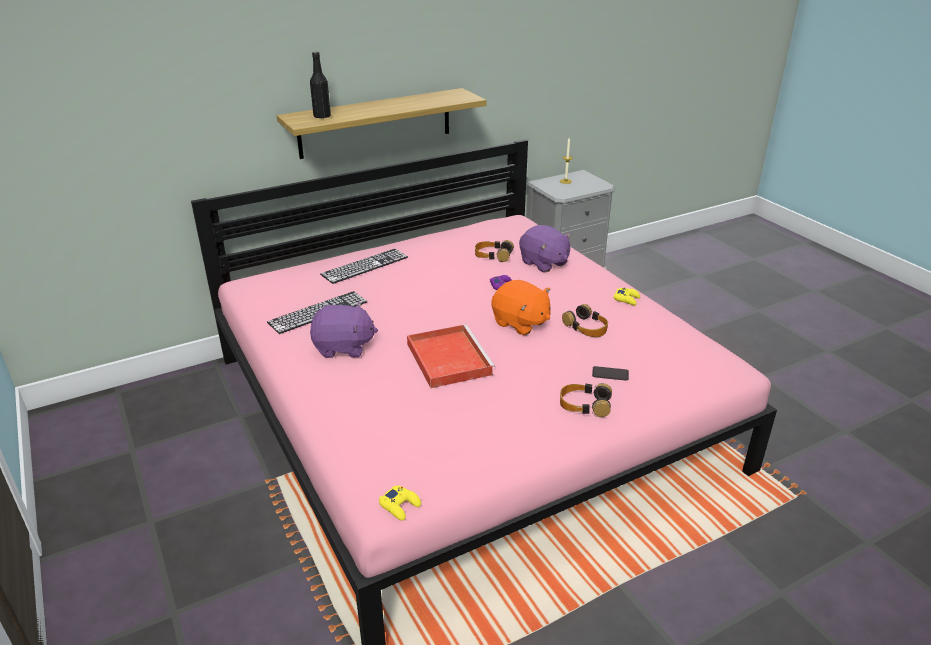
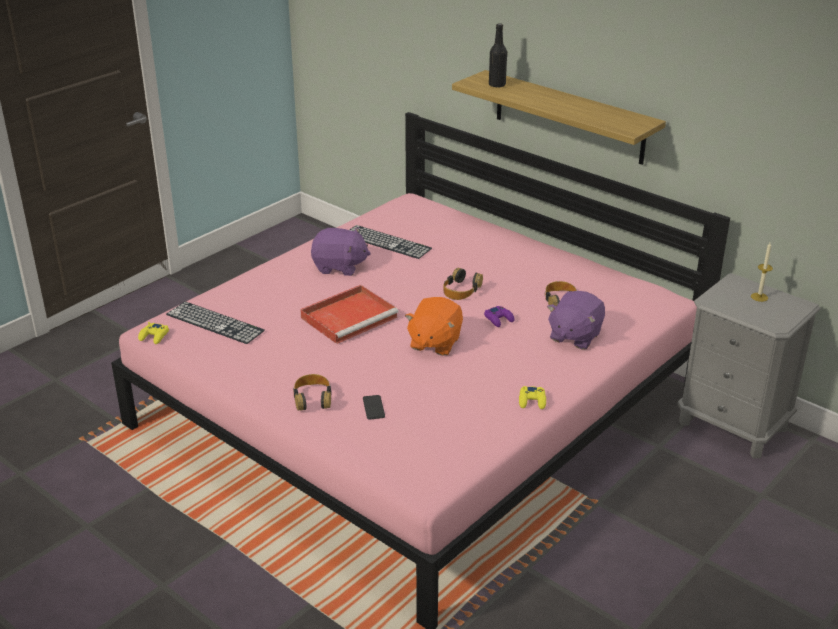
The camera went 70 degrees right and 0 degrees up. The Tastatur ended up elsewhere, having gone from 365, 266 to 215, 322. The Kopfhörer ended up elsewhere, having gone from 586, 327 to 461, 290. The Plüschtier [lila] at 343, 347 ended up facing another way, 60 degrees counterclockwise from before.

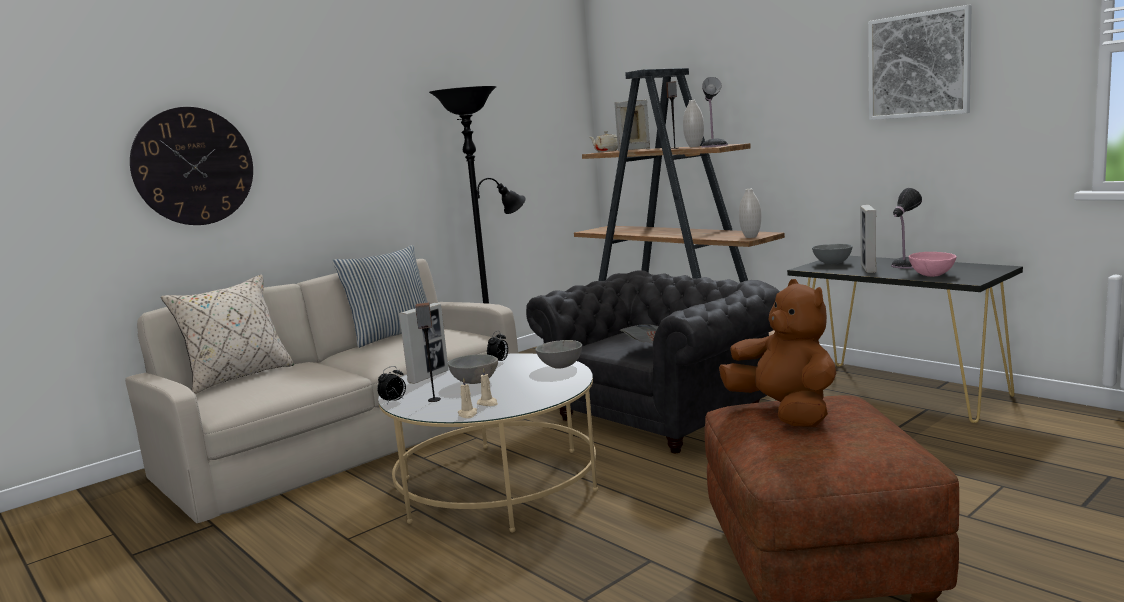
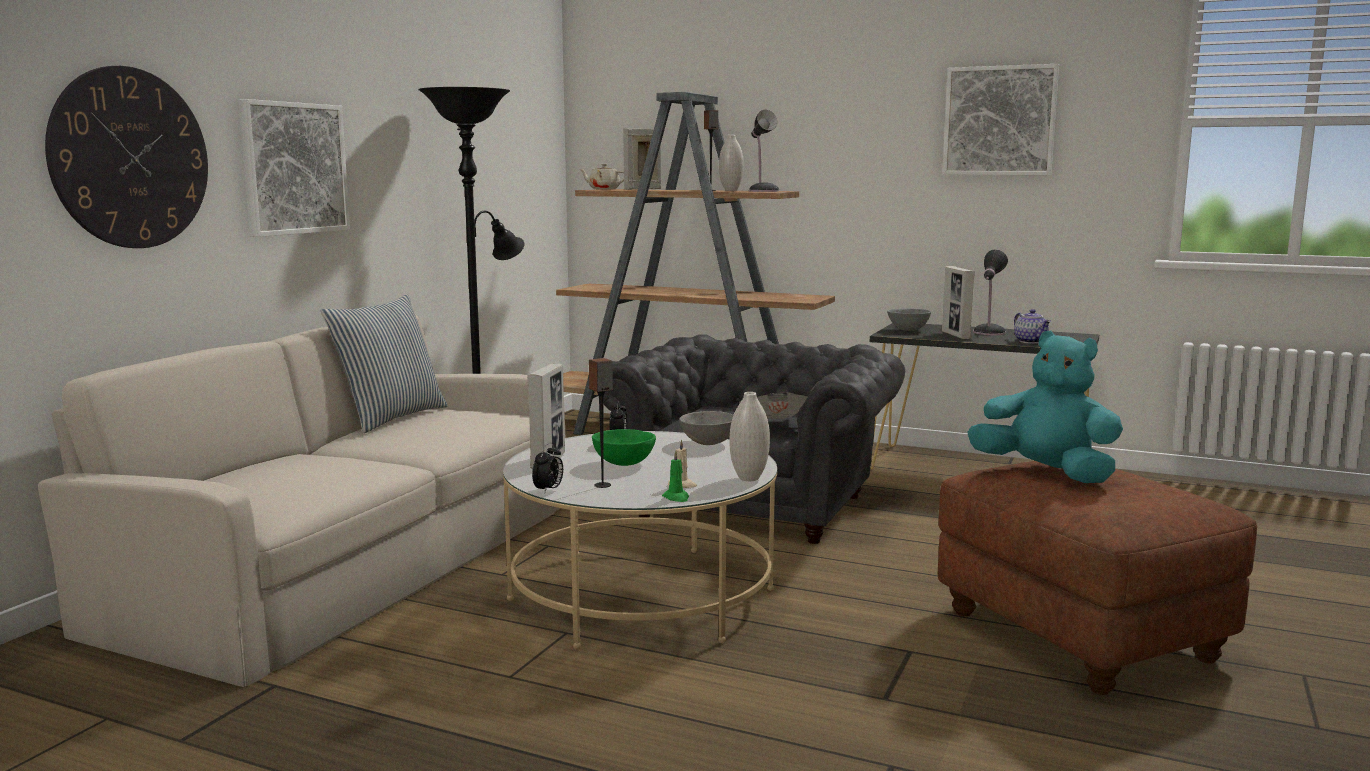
The camera went 25 degrees left and 0 degrees up. The second view lost the Kissen [beige] at 238, 377. The second view gained the Bild at 294, 168. The Vase [weiß] ended up elsewhere, having gone from 750, 237 to 749, 478. Where the Schüssel [rosa] stood at 932, 275, the Teekanne came to stand at 1031, 341. What was the Schüssel [grau] at 475, 382 turned into the Schüssel [grün] at 623, 463. What was the Kerze [beige] at 467, 414 turned into the Kerze [grün] at 676, 498. What was the Plüschtier [braun] at 785, 412 turned into the Plüschtier [türkis] at 1046, 473.

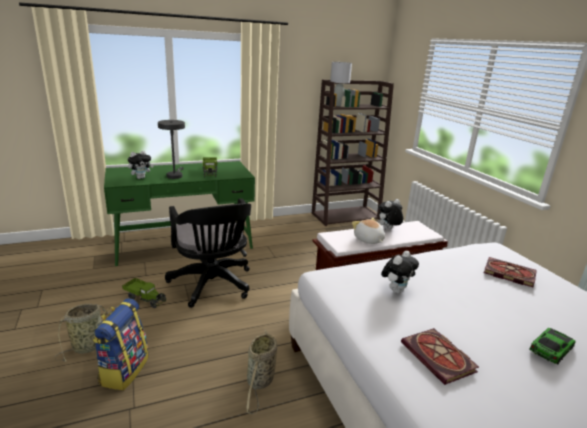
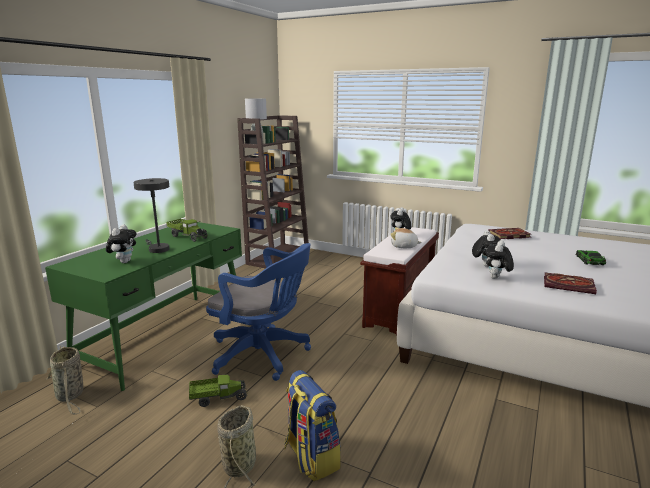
The camera went 40 degrees left and 5 degrees down. The second view gained the Plüschtier at 496, 278. The Korb ended up elsewhere, having gone from 260, 382 to 70, 396. What was the Bürostuhl [schwarz] at 212, 286 turned into the Bürostuhl [blau] at 263, 355.

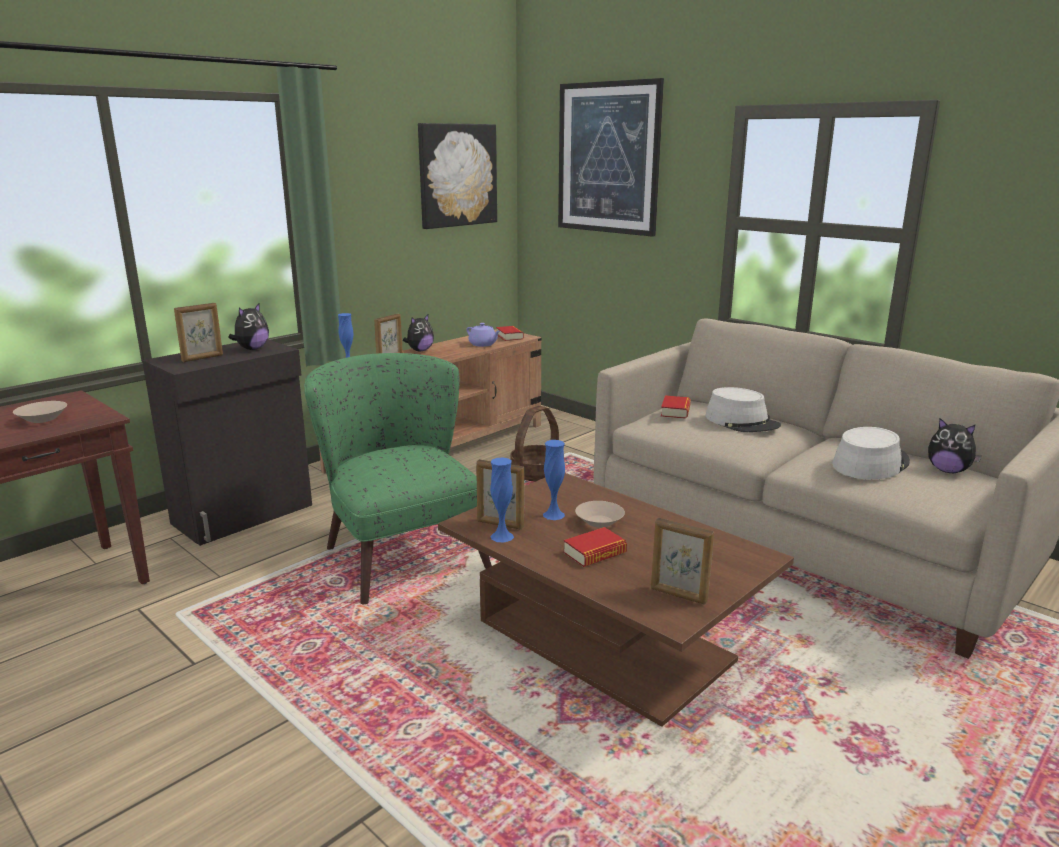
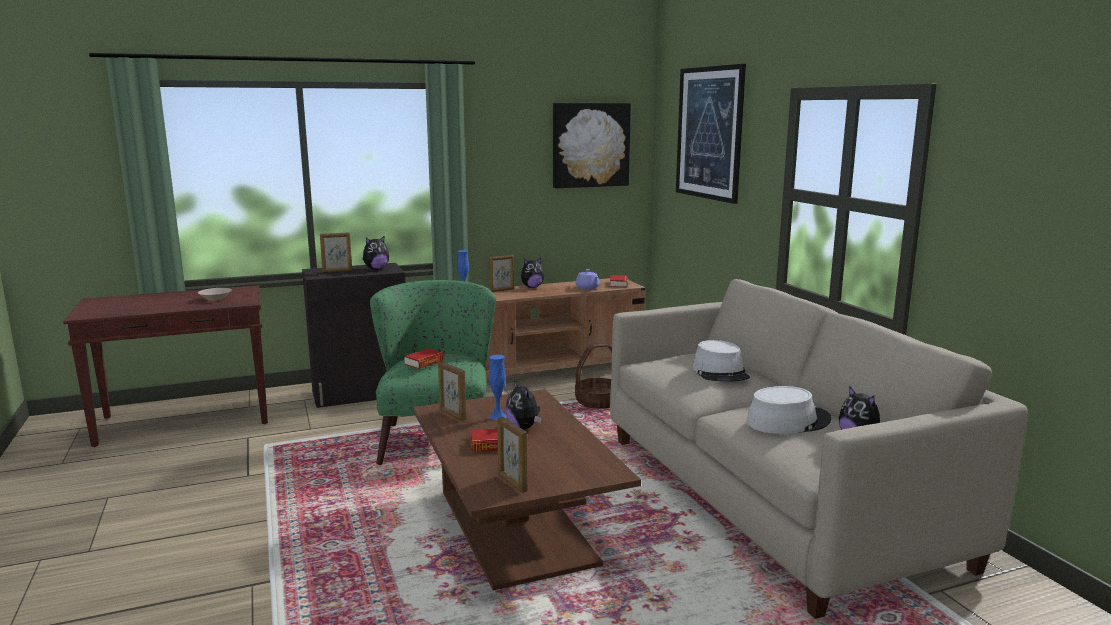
The camera went 25 degrees right and 5 degrees down. The second view lost the Vase [blau] at 502, 536. The Buch ended up elsewhere, having gone from 675, 411 to 424, 362. Where the Schüssel [beige] stood at 600, 523, the Plüschtier came to stand at 524, 427.

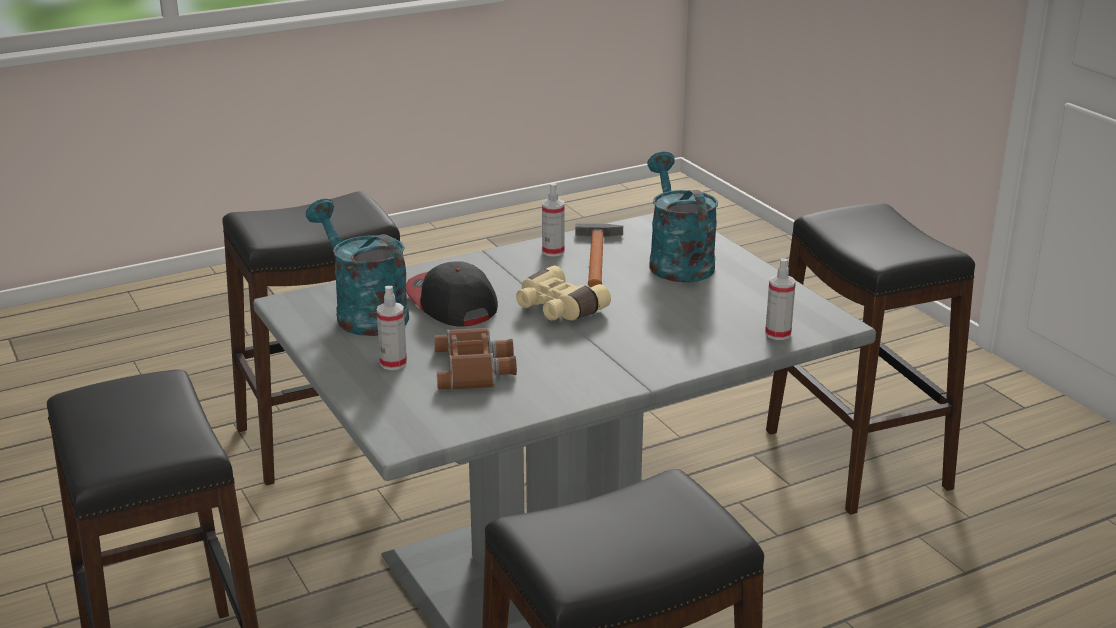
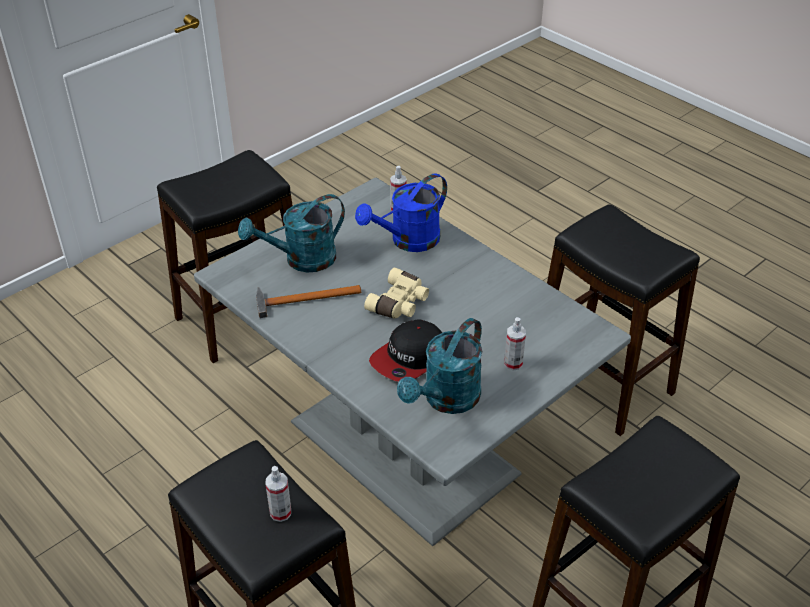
The camera went 105 degrees left and 15 degrees up. The second view lost the Fernglas [braun] at 476, 368. The second view gained the Gießkanne [blau] at 408, 241. The Sprühflasche ended up elsewhere, having gone from 553, 251 to 280, 512.

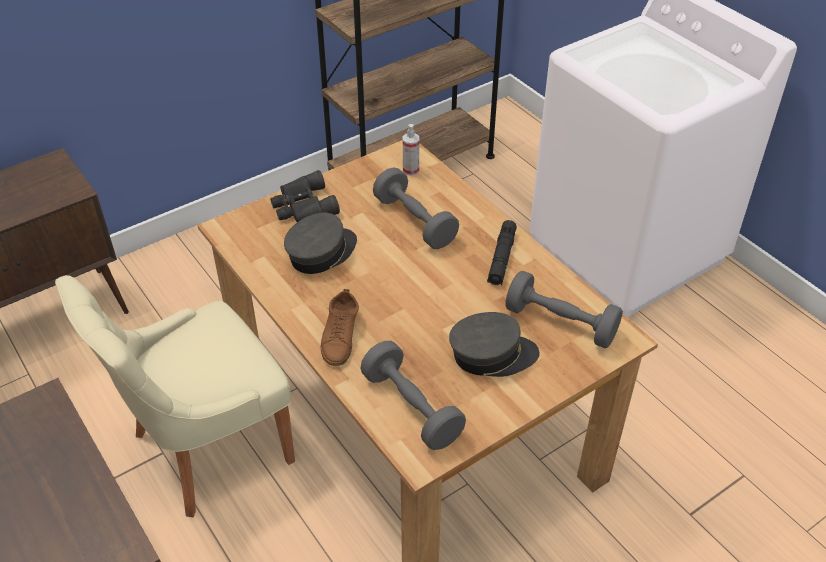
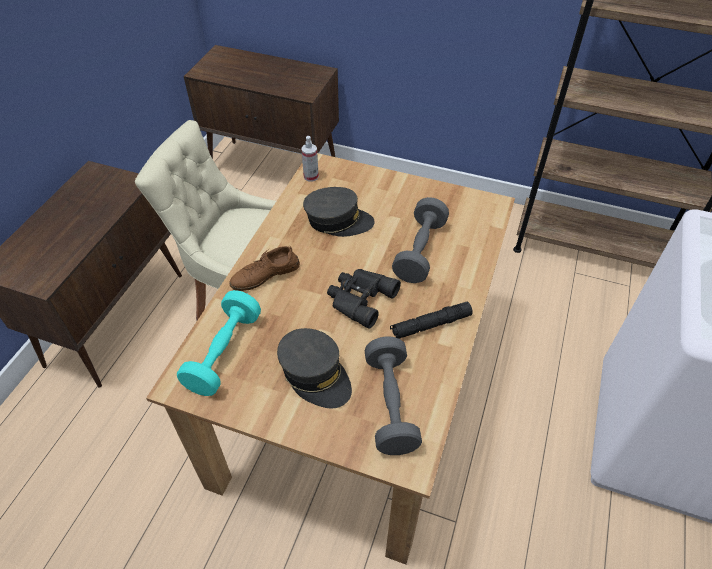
The camera went 55 degrees right and 5 degrees up. The Fernglas [schwarz] ended up elsewhere, having gone from 302, 206 to 359, 299. The Sprühflasche ended up elsewhere, having gone from 411, 170 to 311, 176. What was the Hantel [grau] at 411, 408 turned into the Hantel [türkis] at 224, 352.

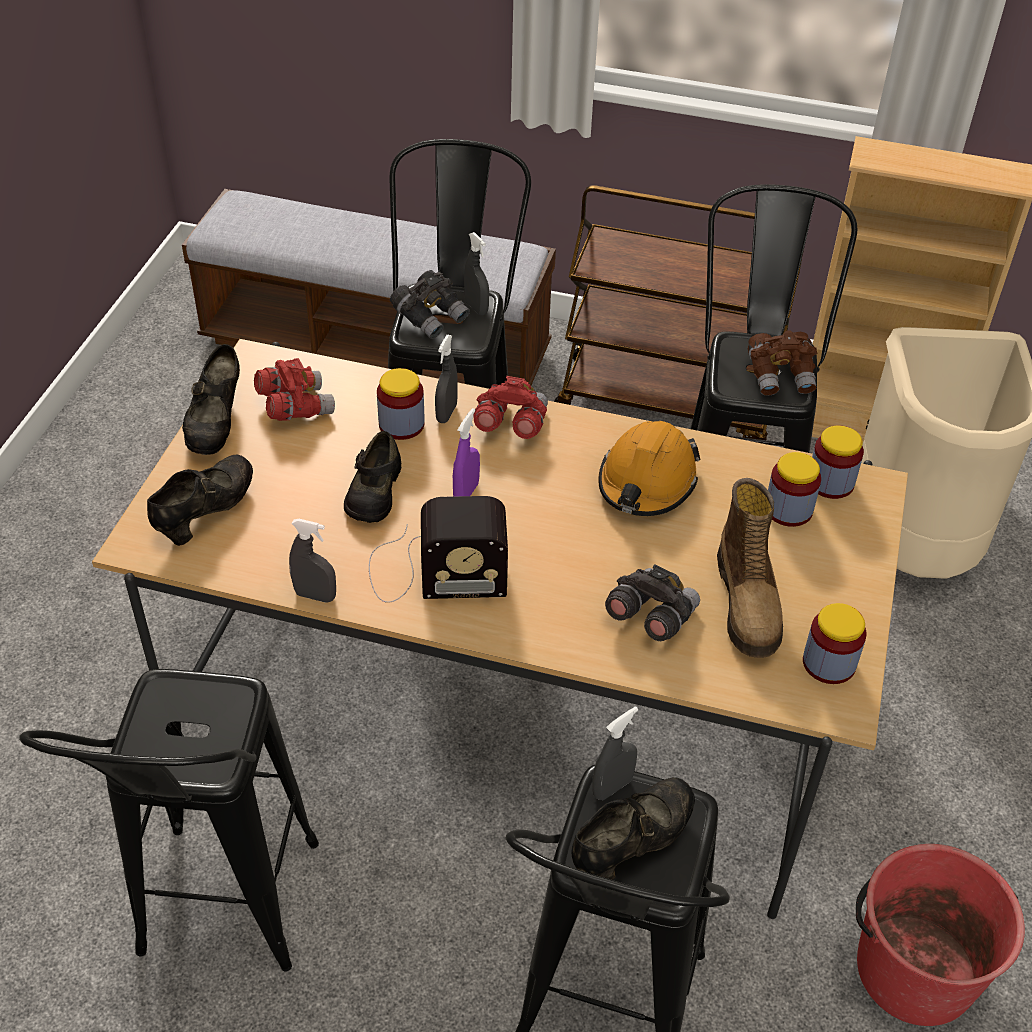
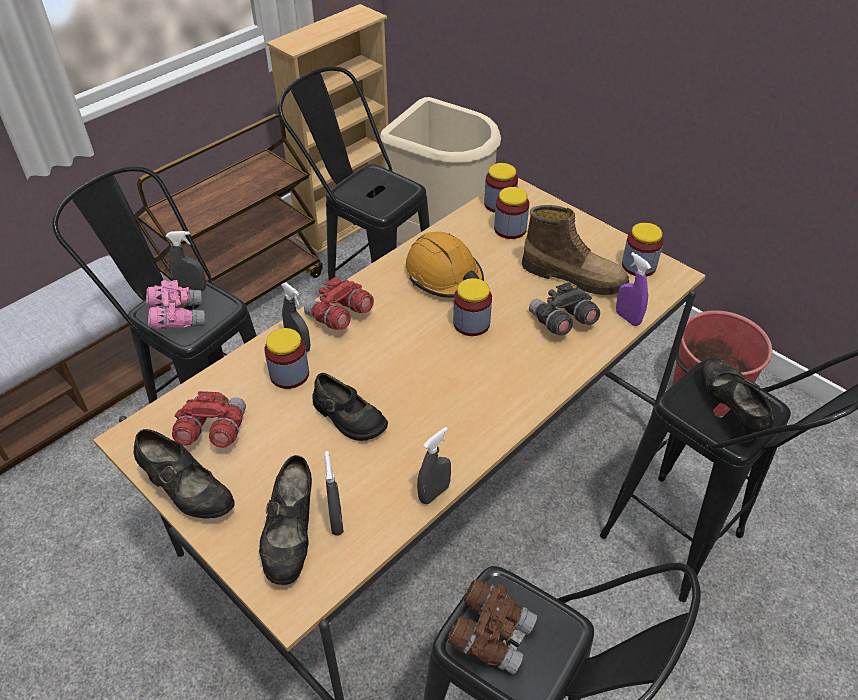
The camera went 60 degrees left and 0 degrees up. The second view lost the Radio at 433, 572. The second view gained the Vorratsglas at 471, 323. The Sprühflasche [lila] ended up elsewhere, having gone from 466, 493 to 627, 318. The Sprühflasche [grau] ended up elsewhere, having gone from 612, 787 to 336, 521. The Fernglas [braun] ended up elsewhere, having gone from 781, 376 to 491, 634. What was the Fernglas [grau] at 430, 317 turned into the Fernglas [rosa] at 177, 317. The Schuh [schwarz] at 206, 513 ended up facing another way, 150 degrees counterclockwise from before.

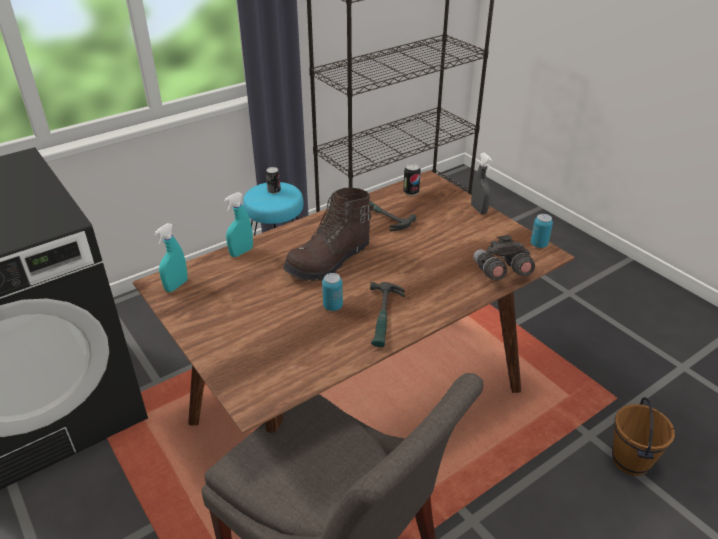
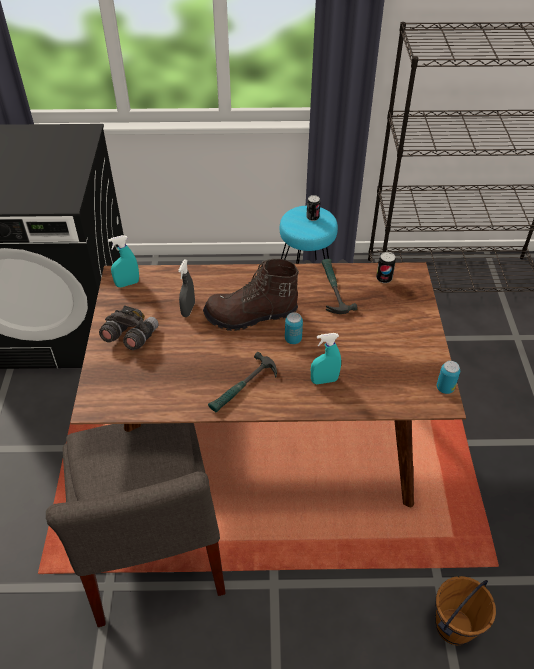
The camera went 35 degrees right and 10 degrees up. The Sprühflasche [türkis] ended up elsewhere, having gone from 241, 252 to 324, 380. The Dose ended up elsewhere, having gone from 333, 306 to 293, 339. The Sprühflasche [grau] ended up elsewhere, having gone from 479, 209 to 188, 310. The Fernglas [grau] ended up elsewhere, having gone from 500, 273 to 130, 337.

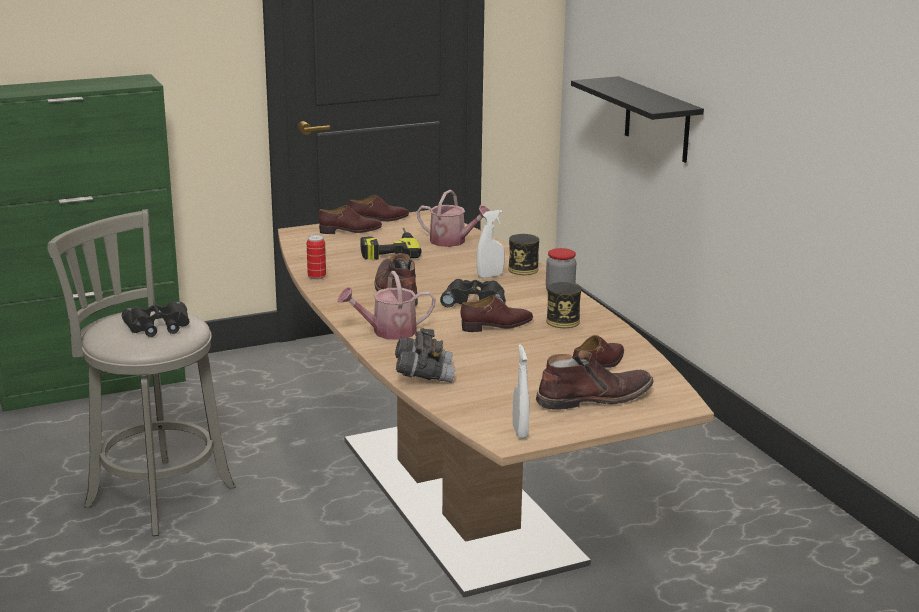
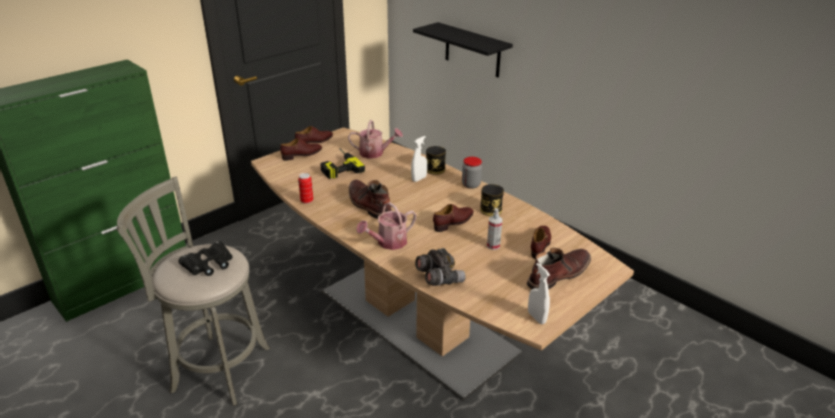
The camera went 20 degrees left and 10 degrees up. The second view lost the Fernglas [schwarz] at 474, 300. The second view gained the Sprühflasche at 493, 246.

